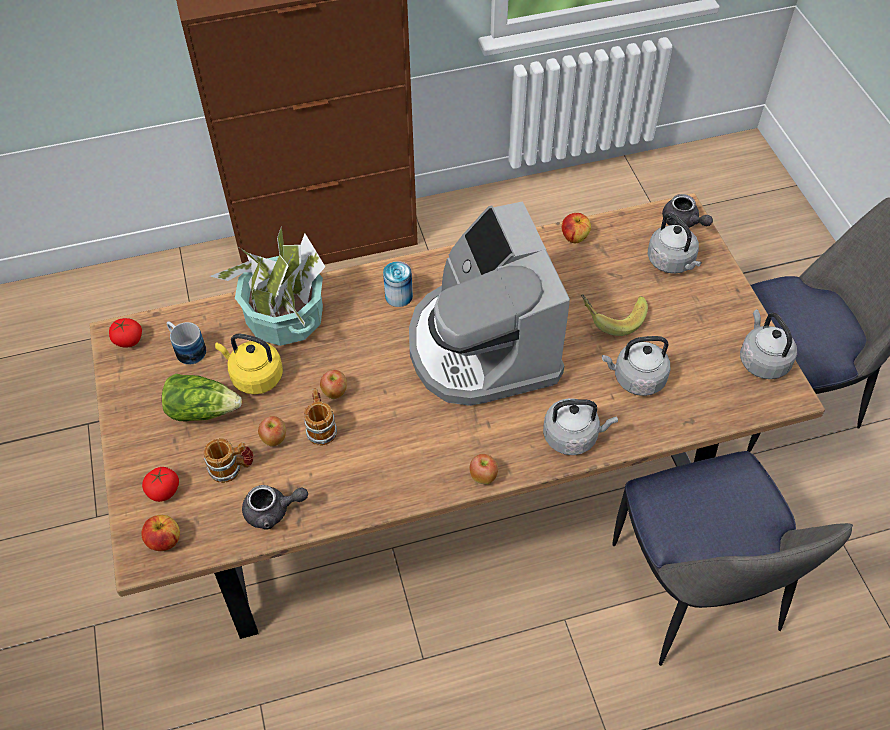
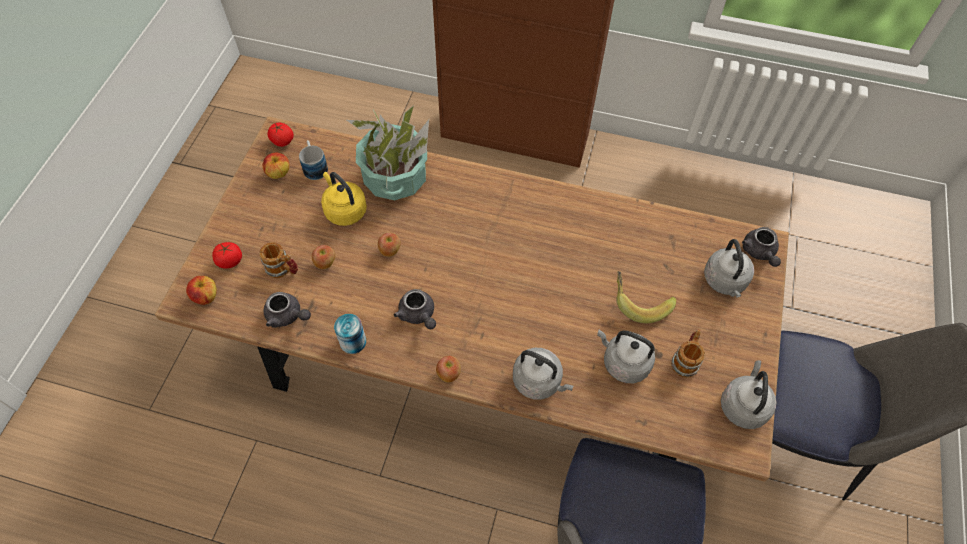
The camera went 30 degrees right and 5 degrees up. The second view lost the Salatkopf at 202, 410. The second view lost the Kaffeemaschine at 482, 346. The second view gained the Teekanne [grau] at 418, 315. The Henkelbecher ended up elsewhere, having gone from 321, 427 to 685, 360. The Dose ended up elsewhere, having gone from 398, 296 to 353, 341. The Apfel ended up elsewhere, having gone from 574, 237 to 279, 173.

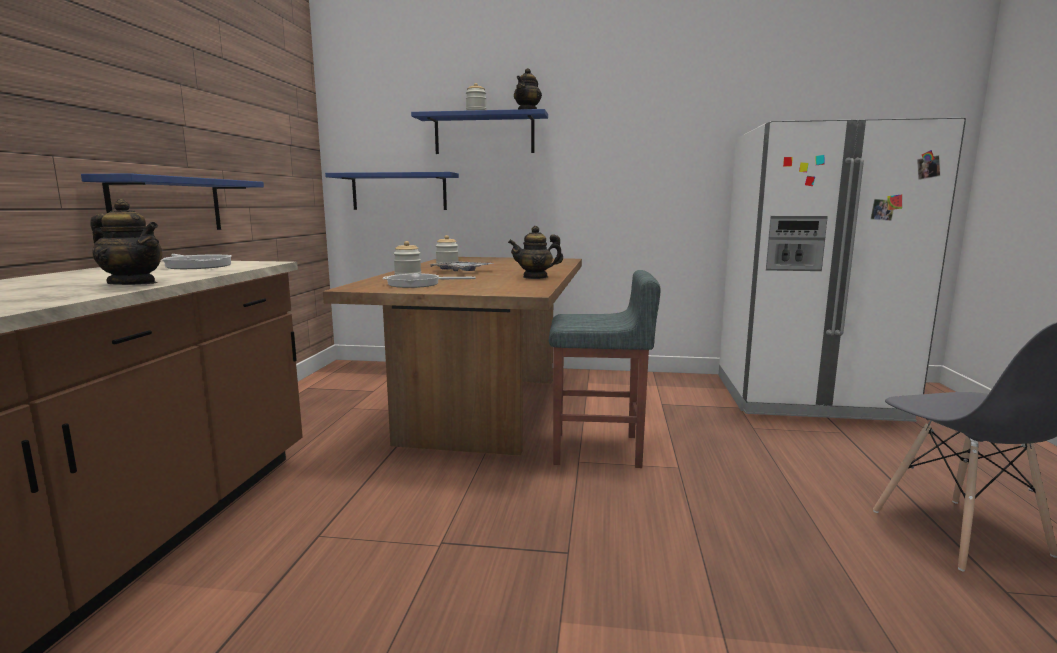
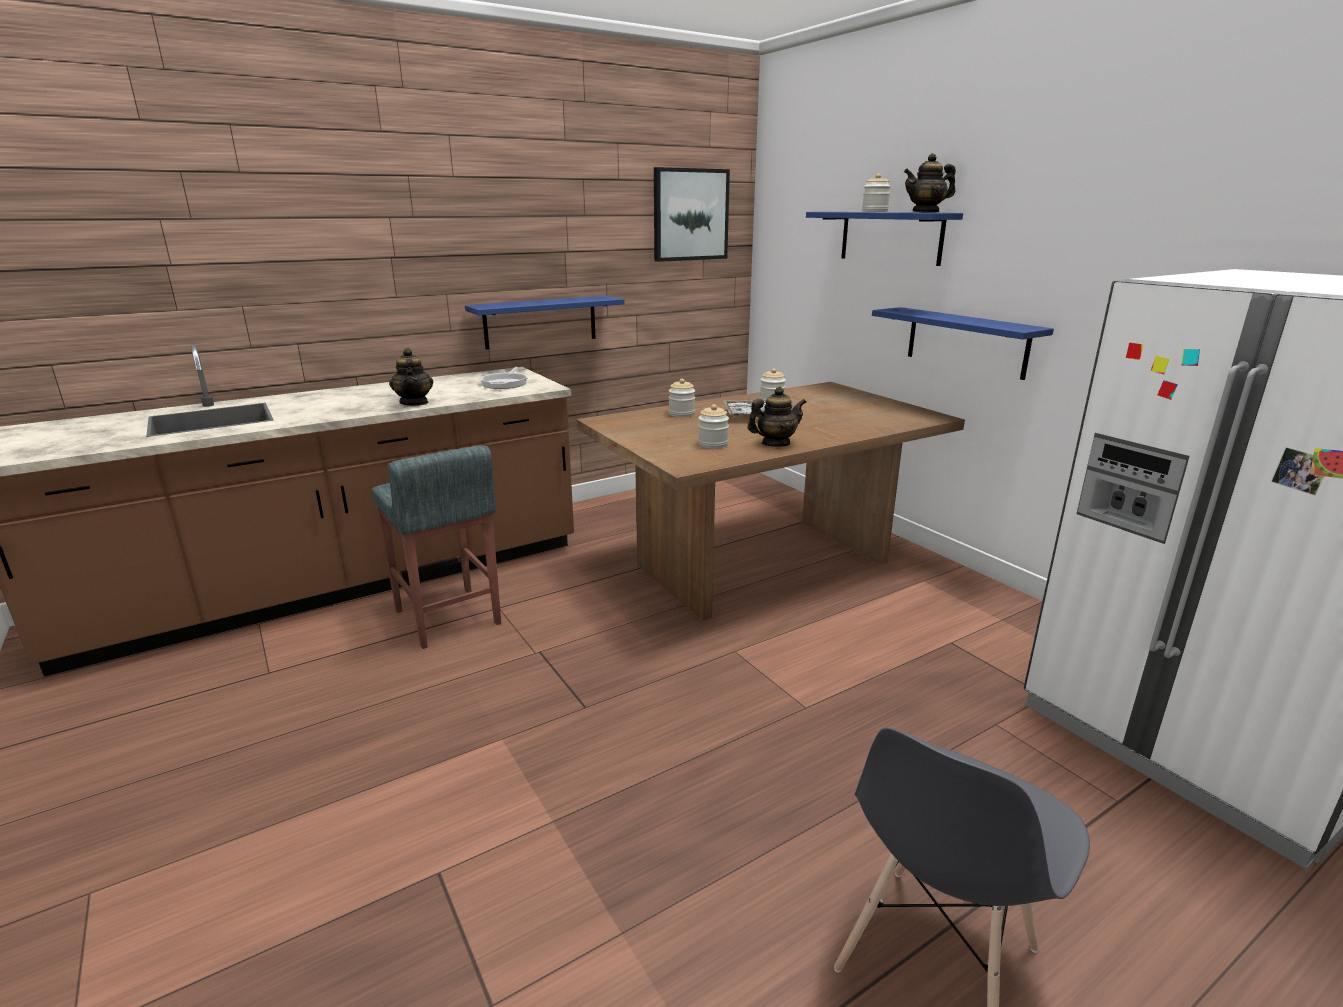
The camera went 50 degrees right and 10 degrees up. The second view lost the Pfanne at 418, 284. The second view gained the Bild at 690, 215. The second view gained the Vorratsglas at 713, 444. The Wandregal [blau] ended up elsewhere, having gone from 399, 191 to 966, 342. The Hocker [grau] ended up elsewhere, having gone from 598, 450 to 447, 618. The Teekanne at 535, 277 ended up facing another way, 120 degrees clockwise from before.

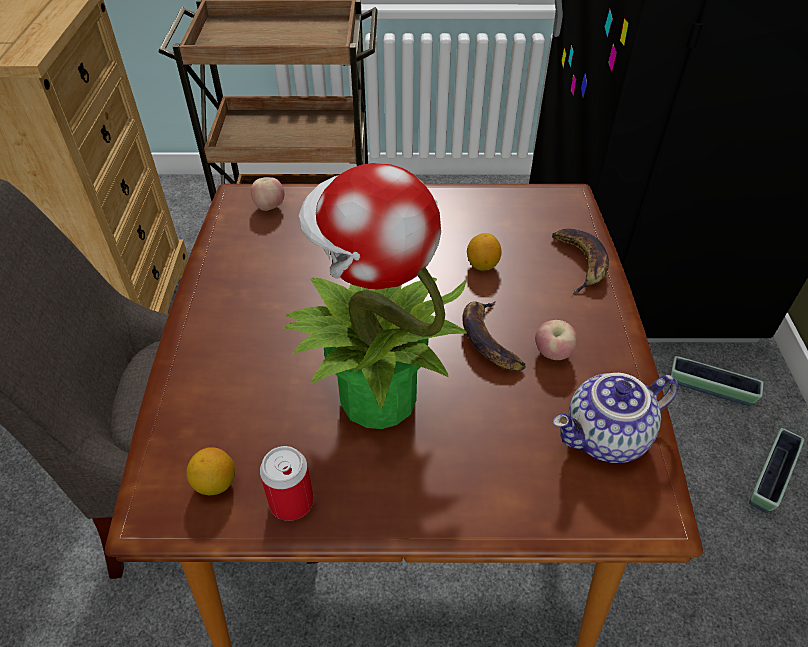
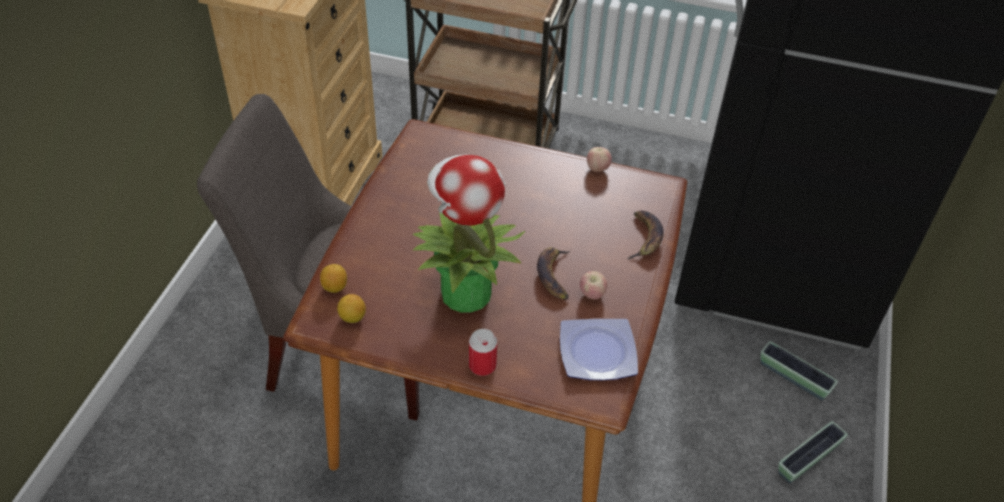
The camera went 15 degrees right and 0 degrees up. The Apfel ended up elsewhere, having gone from 269, 207 to 597, 169. The Dose ended up elsewhere, having gone from 291, 501 to 482, 365. The Zitrone ended up elsewhere, having gone from 482, 265 to 334, 287. Where the Teekanne stood at 606, 439, the Teller came to stand at 599, 353.

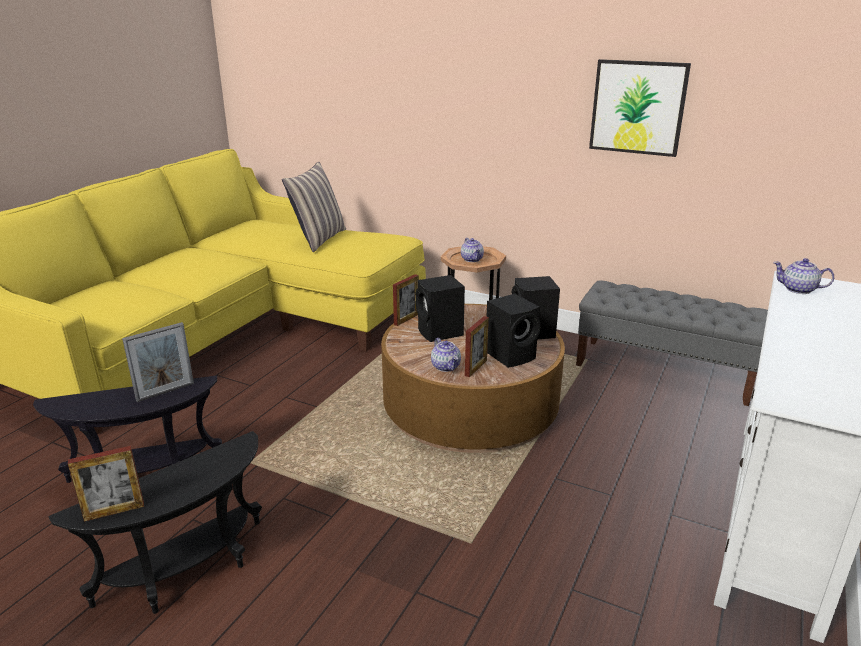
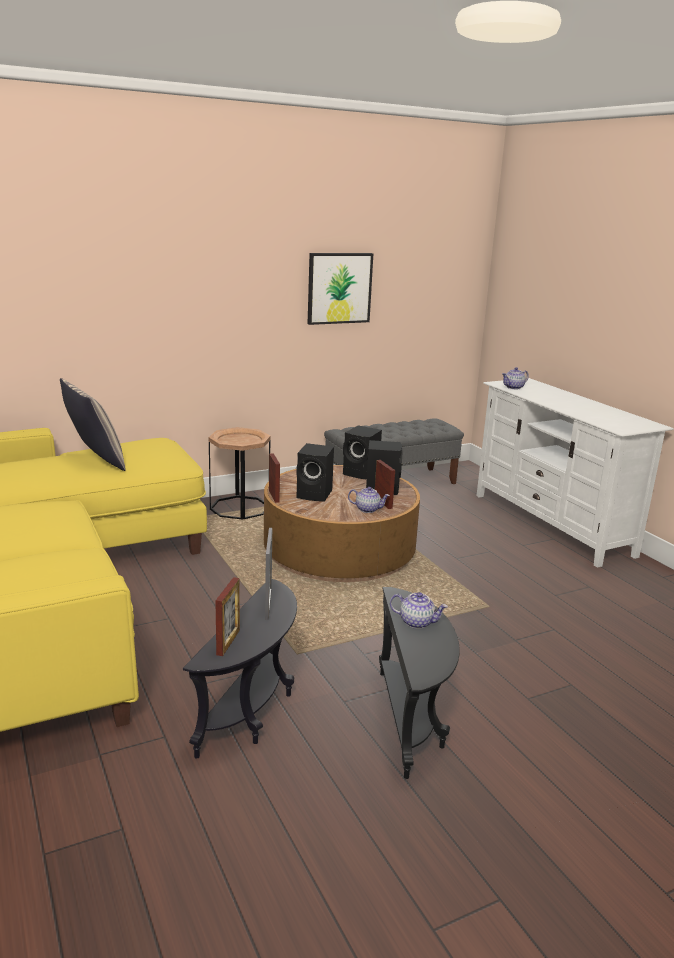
The camera went 55 degrees left and 5 degrees down. The Bilderrahmen ended up elsewhere, having gone from 114, 511 to 228, 642. The Teekanne ended up elsewhere, having gone from 472, 259 to 417, 622.

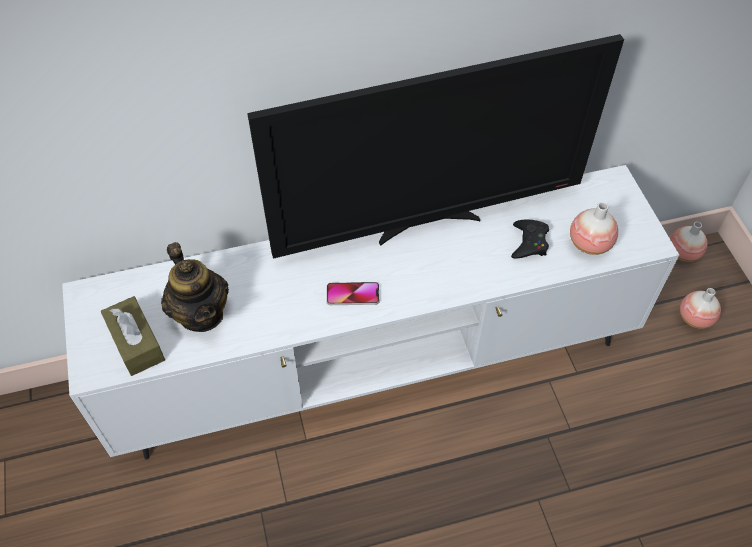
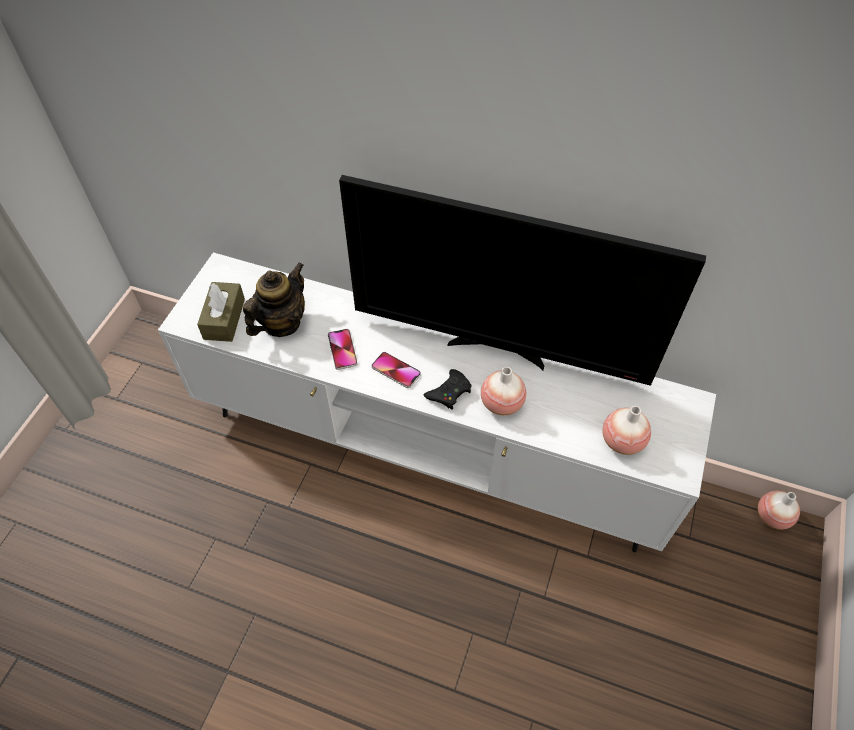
The camera went 35 degrees right and 0 degrees up. The second view gained the Handy at 342, 349. The Gamepad [schwarz] ended up elsewhere, having gone from 529, 242 to 449, 392. The Vase ended up elsewhere, having gone from 695, 318 to 501, 403. The Teekanne at 201, 313 ended up facing another way, 150 degrees counterclockwise from before.

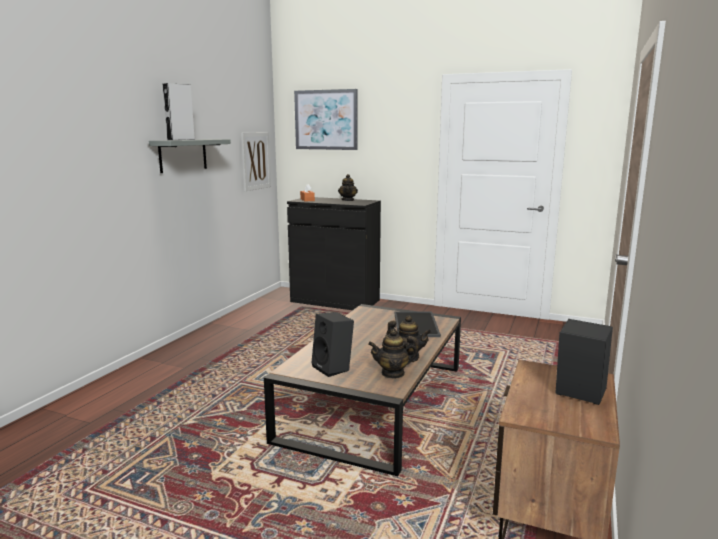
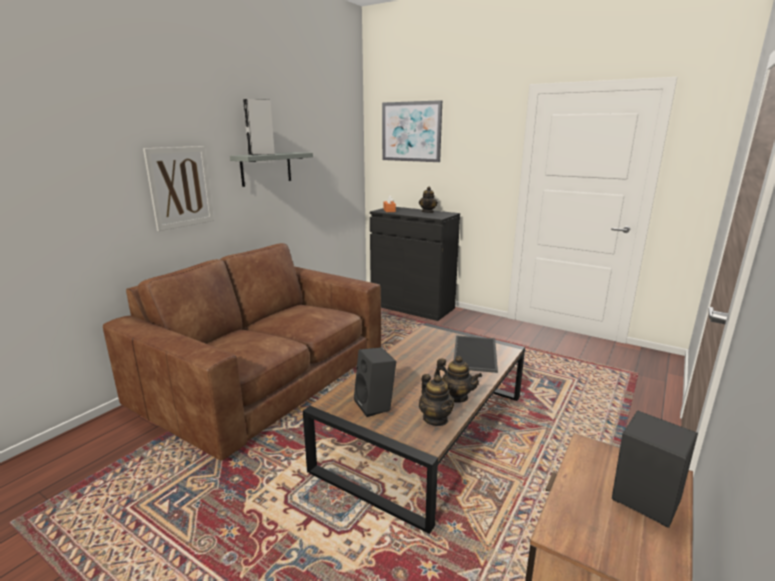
The camera went 10 degrees right and 5 degrees up. The second view gained the Sofa [braun] at 265, 378. The Bild ended up elsewhere, having gone from 255, 161 to 180, 187. The Teekanne at 393, 373 ended up facing another way, 120 degrees counterclockwise from before.

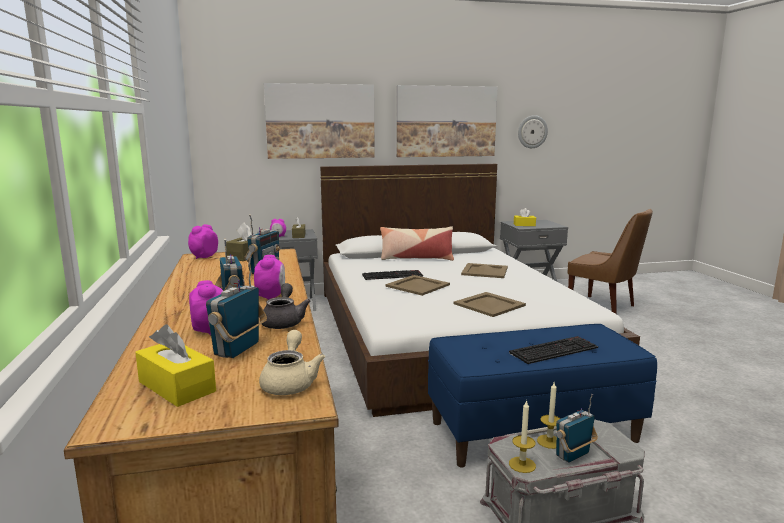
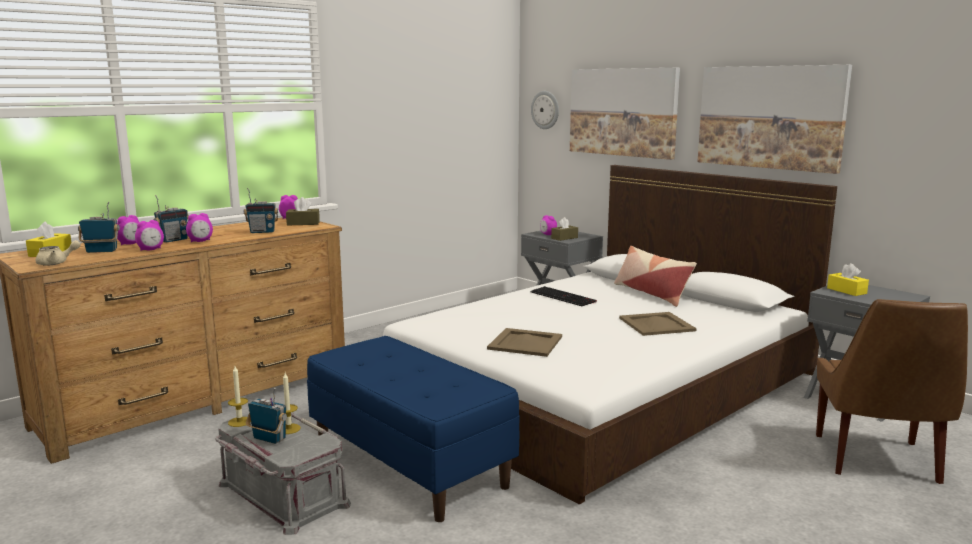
The camera went 60 degrees right and 0 degrees up. The second view lost the Tablett [beige] at 417, 285. The second view lost the Tastatur at 553, 349. The Wanduhr ended up elsewhere, having gone from 532, 132 to 545, 110. Where the Teekanne [grau] stood at 284, 322, the Wecker came to stand at 151, 250.

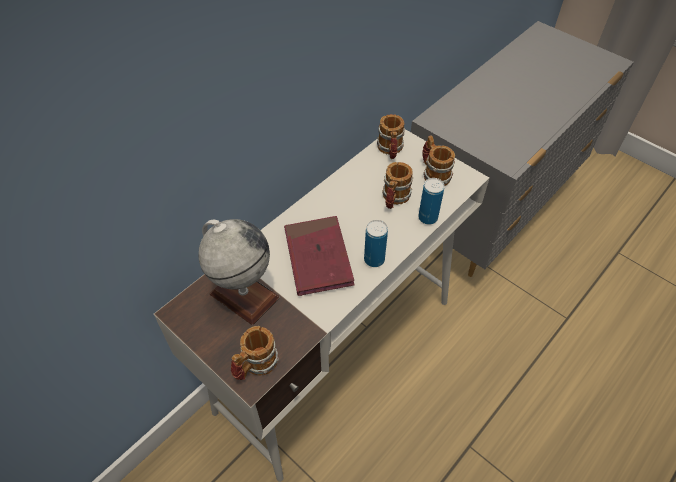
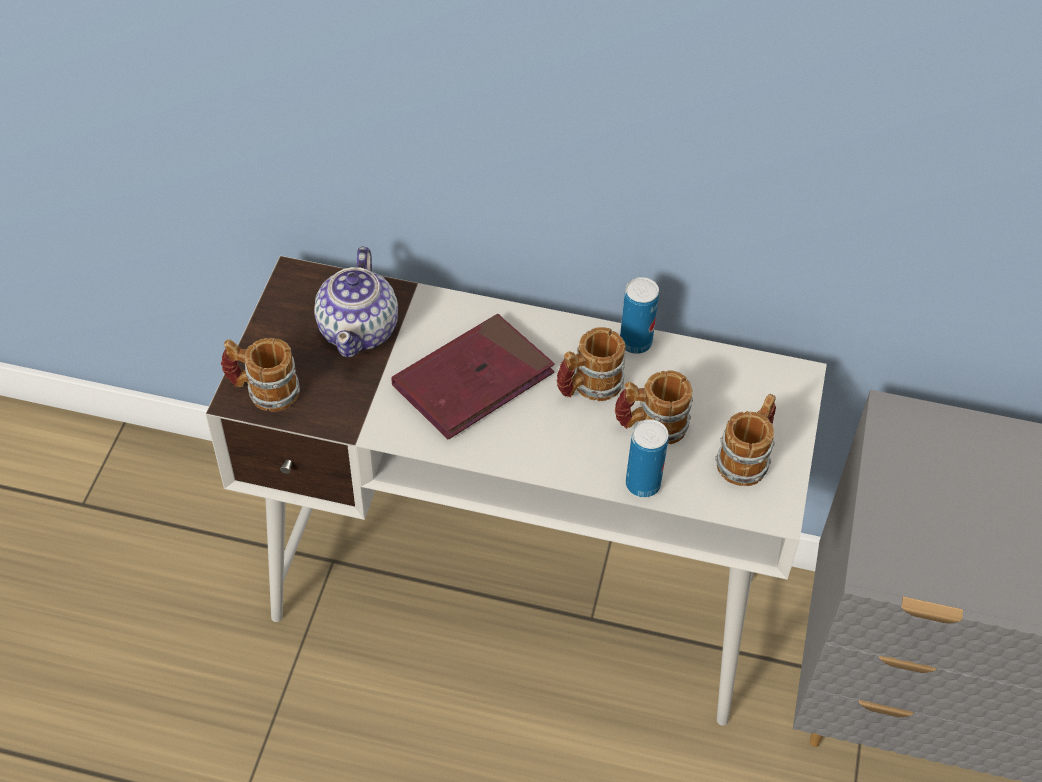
The camera went 60 degrees right and 0 degrees up. The Dose ended up elsewhere, having gone from 374, 259 to 635, 342. The Henkelbecher ended up elsewhere, having gone from 390, 150 to 588, 387. Where the Globus stood at 244, 295, the Teekanne came to stand at 359, 329.

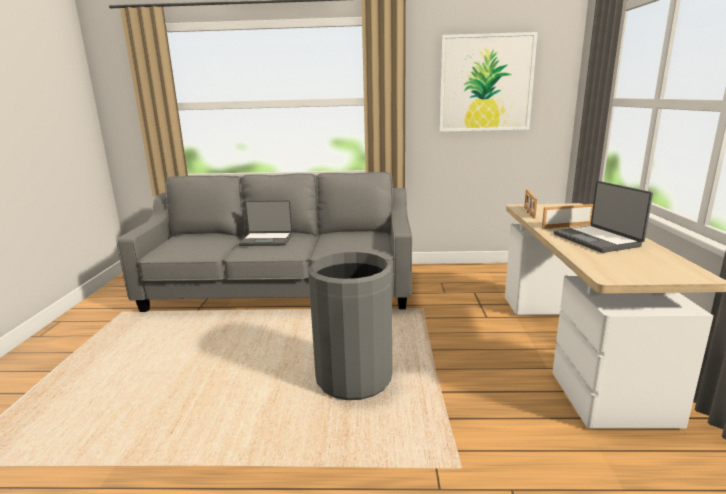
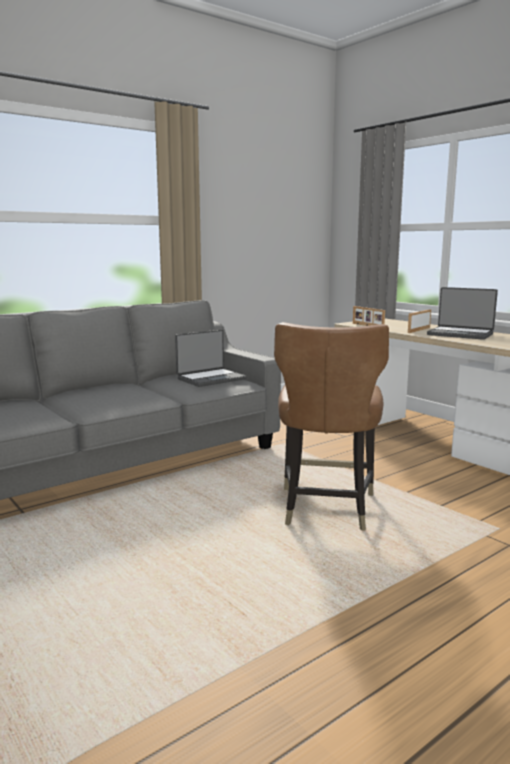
The camera went 40 degrees left and 5 degrees down. The second view lost the Bild at 485, 83. The Laptop ended up elsewhere, having gone from 267, 240 to 210, 379. Where the Mülleimer [grau] stood at 353, 378, the Stuhl [braun] came to stand at 326, 508.

